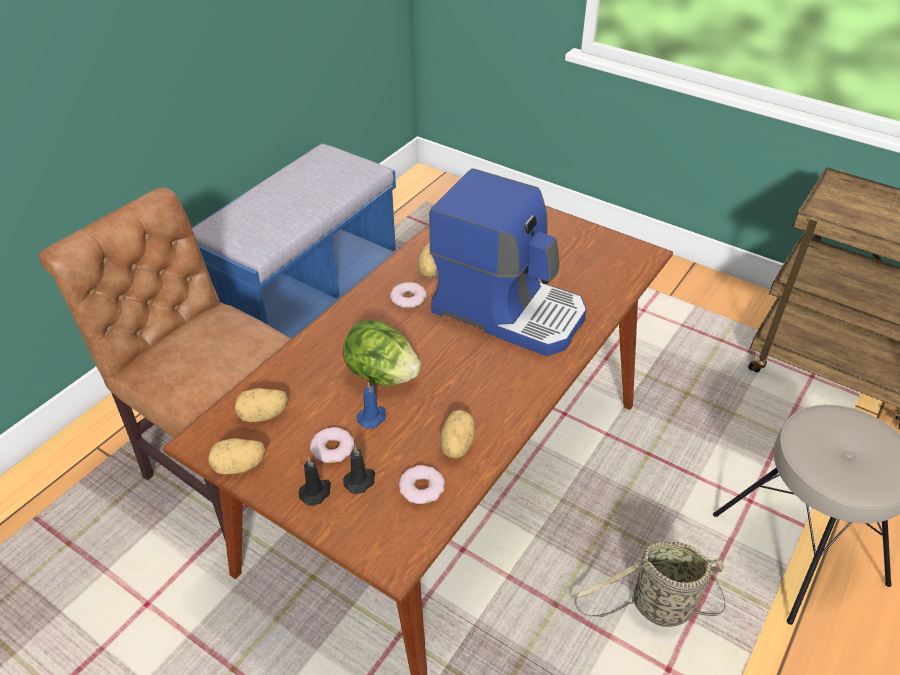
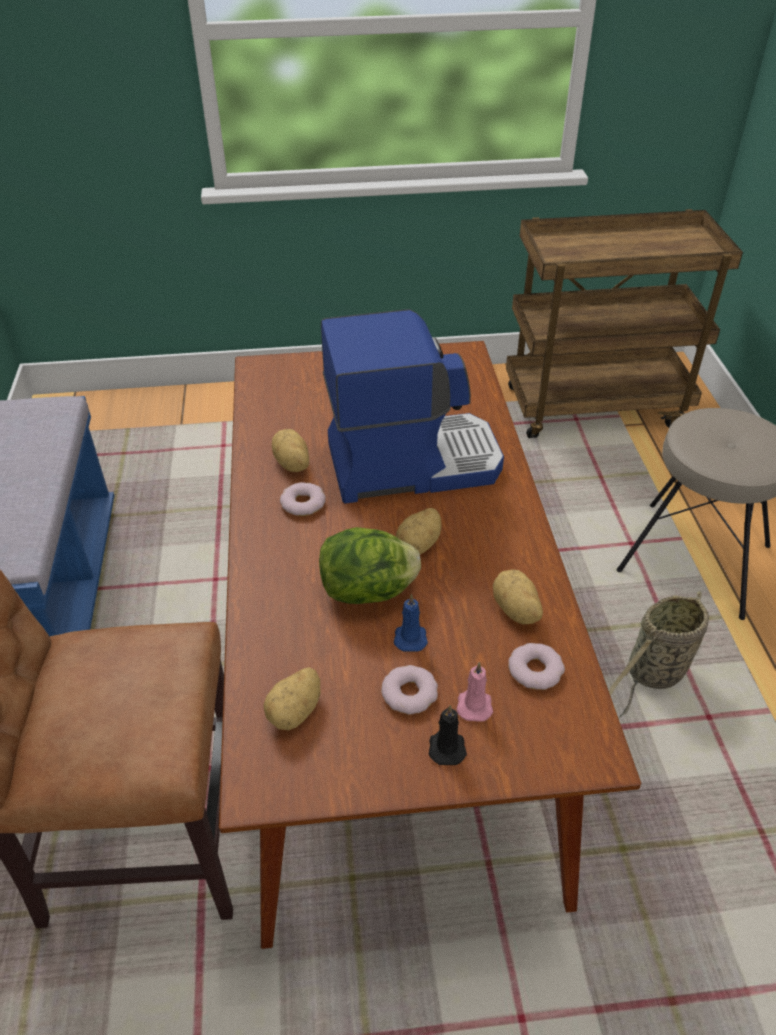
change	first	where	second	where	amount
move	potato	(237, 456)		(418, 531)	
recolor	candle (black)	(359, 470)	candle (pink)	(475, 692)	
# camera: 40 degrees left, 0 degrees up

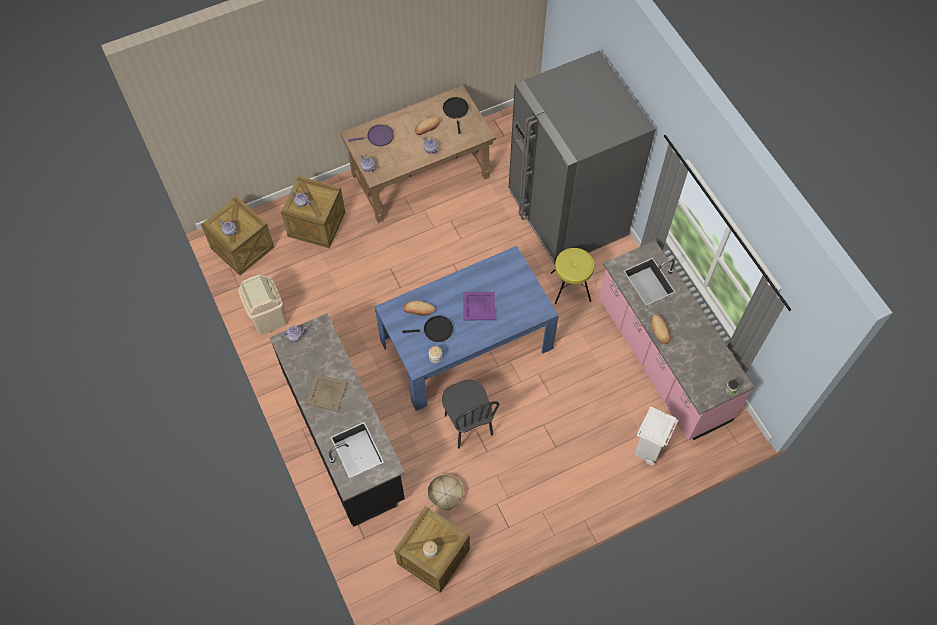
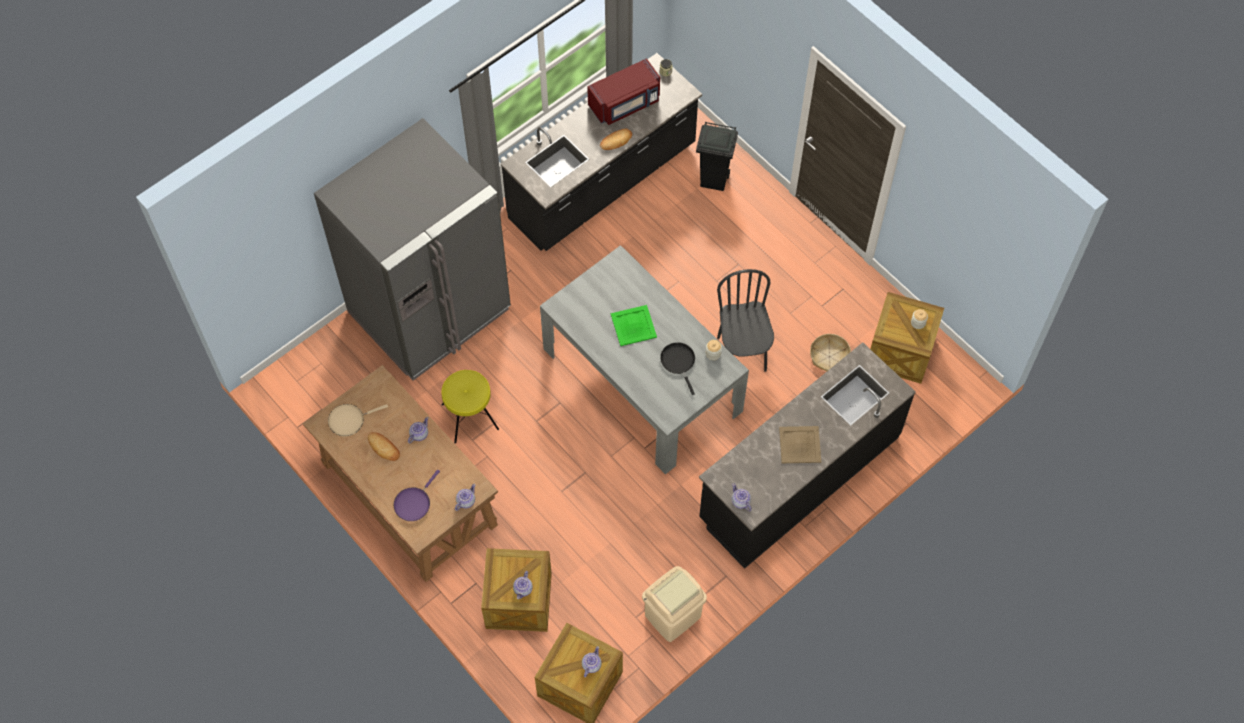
change	first	where	second	where	amount
rotate	frying pan (purple)	(371, 135)		(417, 495)	120 degrees counterclockwise
recolor	dining table (blue)	(467, 328)	dining table (grey)	(644, 360)	
delete	bread	(419, 308)			
rotate	chair (black)	(470, 414)		(745, 320)	60 degrees counterclockwise
recolor	frying pan (black)	(456, 115)	frying pan (beige)	(358, 420)	
recolor	tray (purple)	(479, 306)	tray (green)	(634, 325)	
move	stool (yellow)	(572, 276)		(470, 407)	
recolor	counter (pink)	(677, 340)	counter (black)	(601, 152)	
recolor	trash can (white)	(656, 436)	trash can (black)	(717, 156)	
insert			microwave (red)	(623, 91)	
# camera: 105 degrees left, 0 degrees up

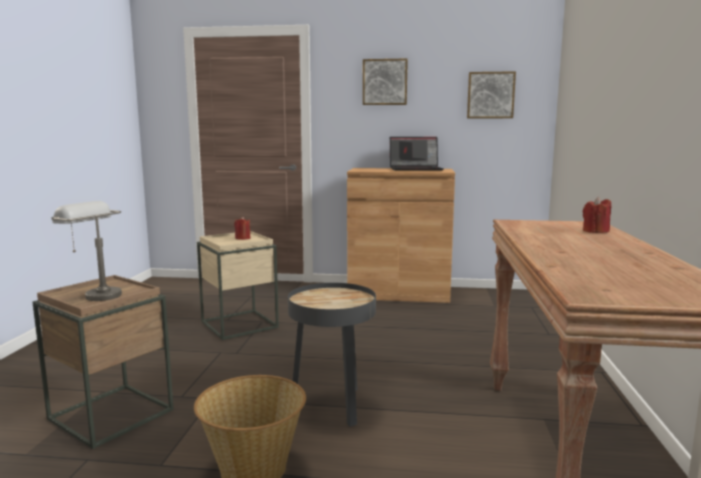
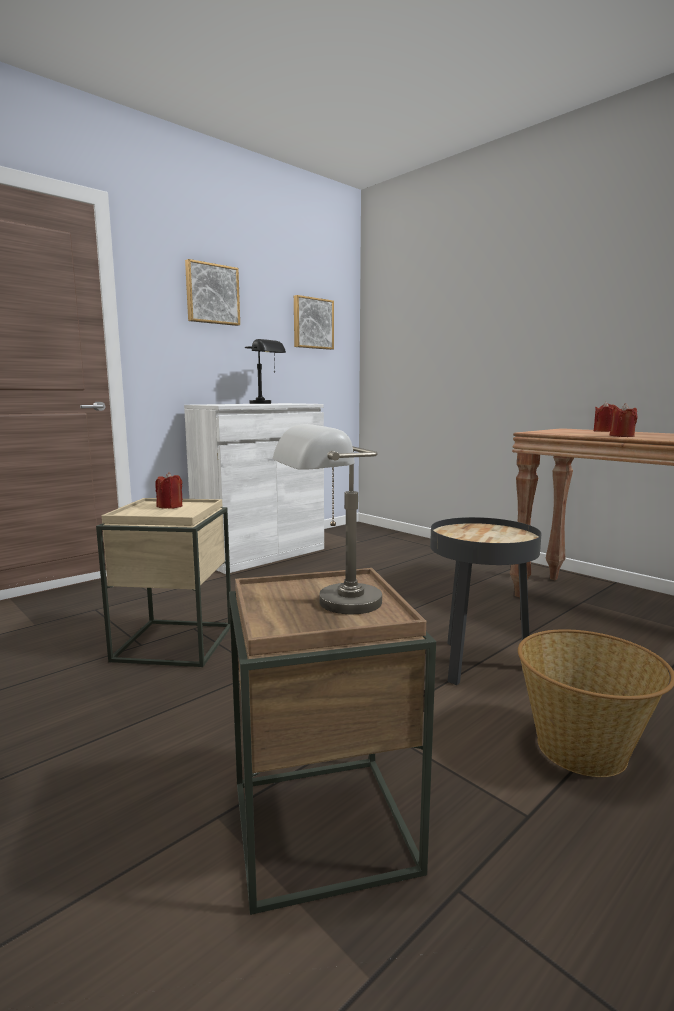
change	first	where	second	where	amount
recolor	cabinet (brown)	(401, 235)	cabinet (white)	(254, 488)	
replace	laptop	(416, 154)	table lamp (black)	(265, 371)	
insert			candle (red)	(623, 420)	
# camera: 50 degrees left, 0 degrees up

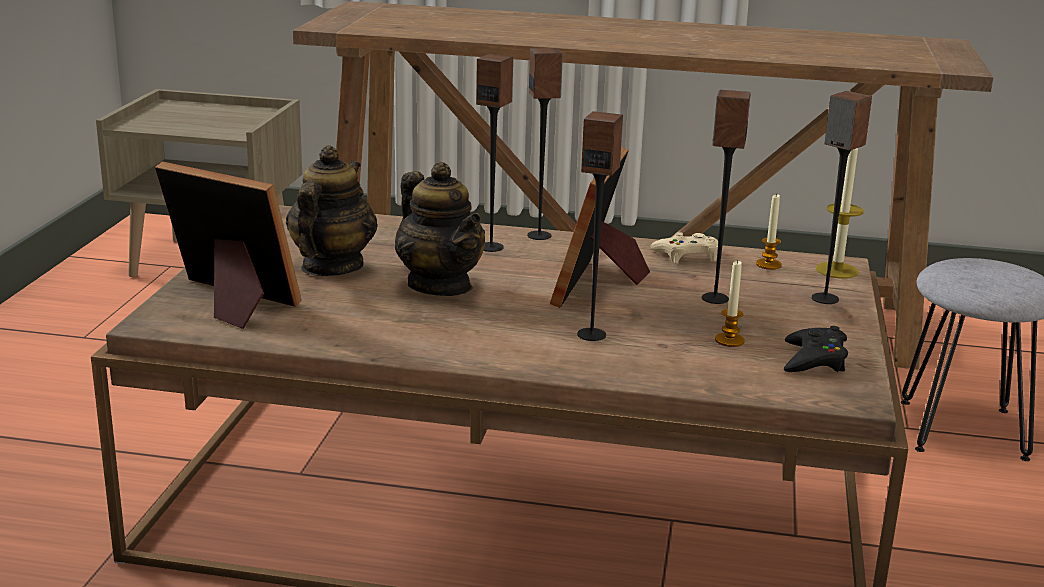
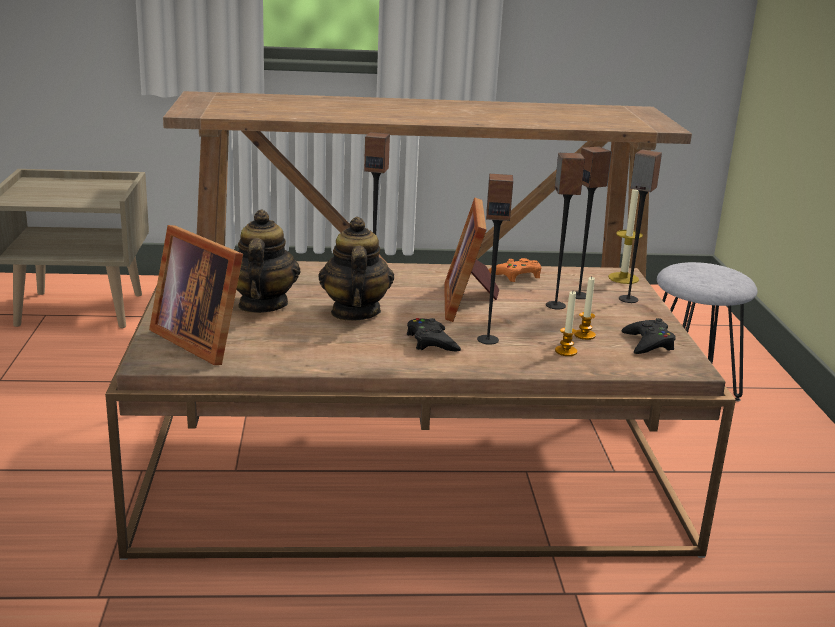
change	first	where	second	where	amount
rotate	picture frame	(228, 245)		(196, 295)	150 degrees counterclockwise
rotate	teapot	(440, 229)		(356, 269)	135 degrees counterclockwise
move	speaker	(545, 144)		(593, 222)	
recolor	game controller (beige)	(684, 248)	game controller (orange)	(515, 270)	
move	candle	(769, 231)		(566, 323)	
insert			game controller (black)	(434, 335)	
# camera: 15 degrees left, 0 degrees up

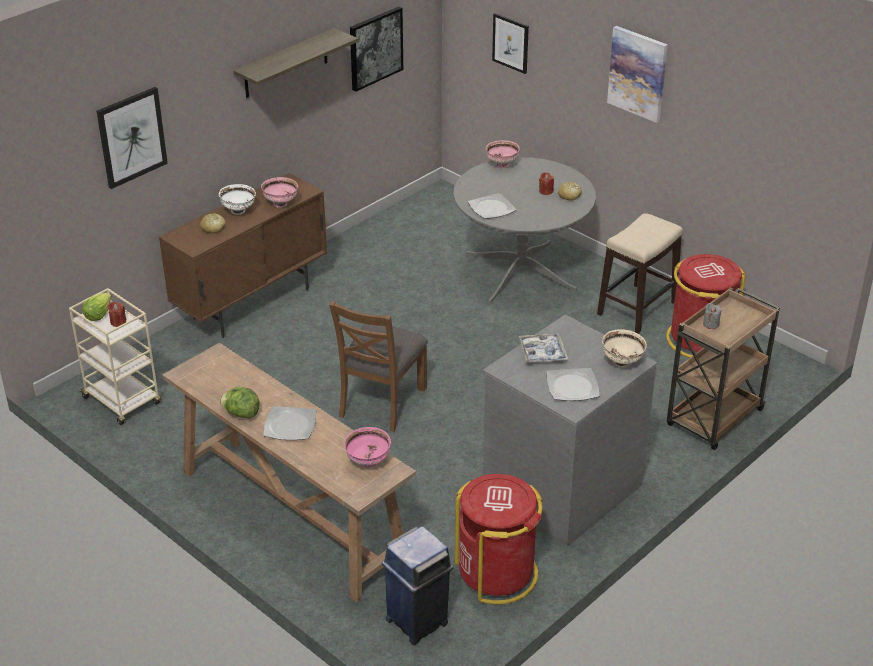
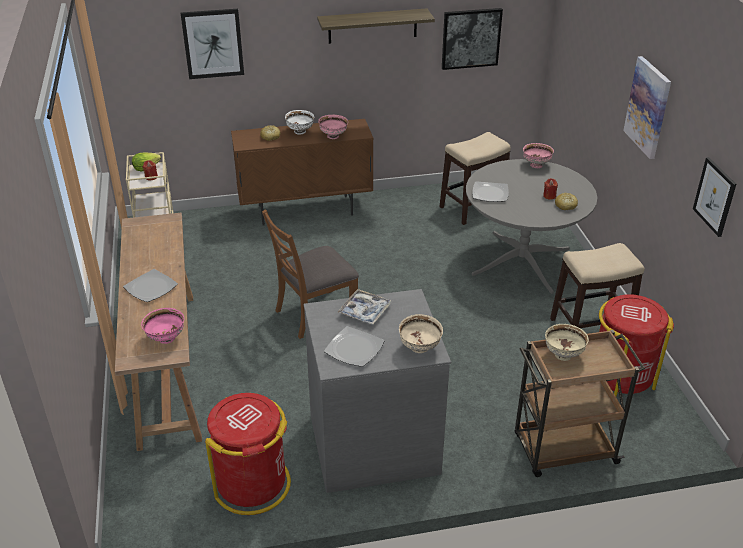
change	first	where	second	where	amount
delete	lettuce	(240, 402)			
delete	trash can (blue)	(417, 585)			
move	picture	(510, 43)		(714, 197)	
replace	candle (grey)	(712, 316)	bowl (beige)	(567, 342)	
insert			stool	(475, 178)	
# camera: 35 degrees right, 0 degrees up

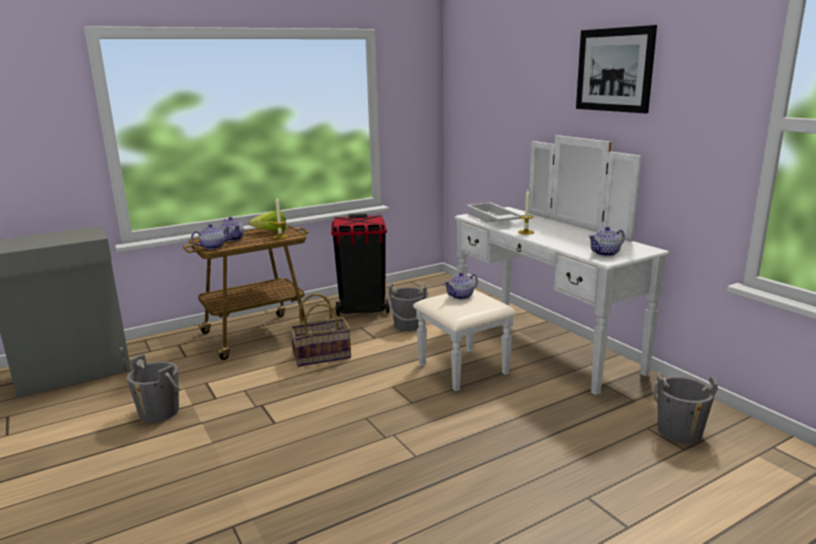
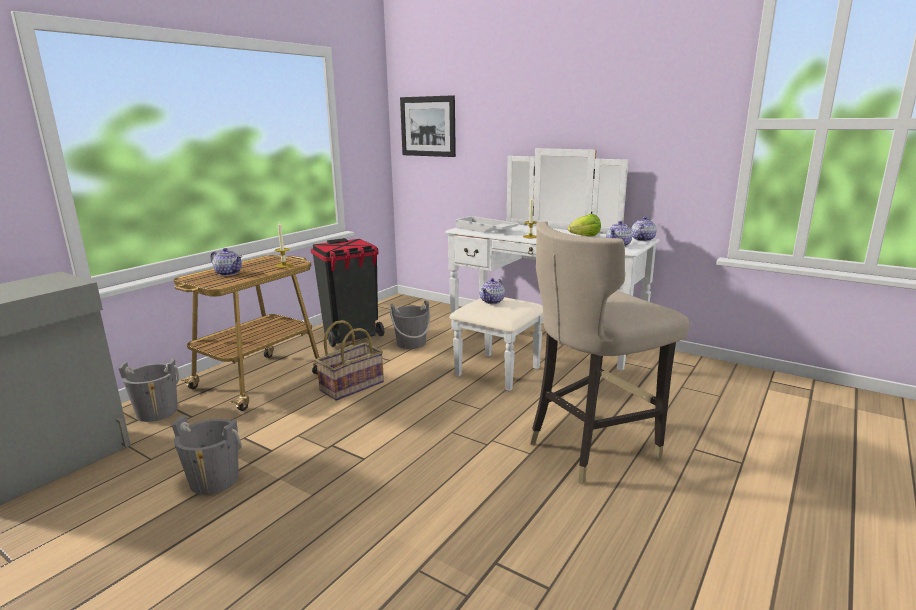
change	first	where	second	where	amount
move	teapot	(211, 237)		(644, 228)	
move	lettuce	(267, 221)		(584, 225)	
move	picture	(616, 69)		(428, 126)	
move	bucket (grey)	(685, 408)		(149, 390)	
insert			stool (beige)	(609, 352)	
# camera: 25 degrees left, 0 degrees up

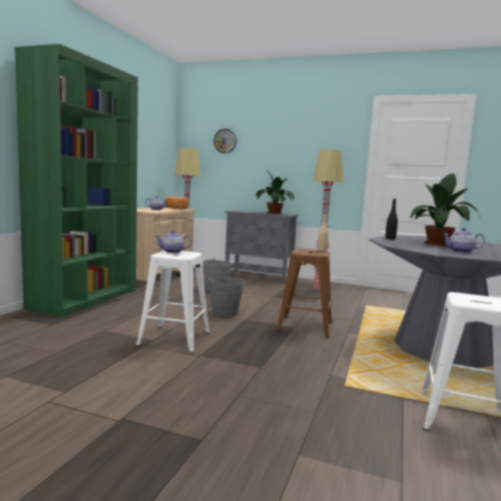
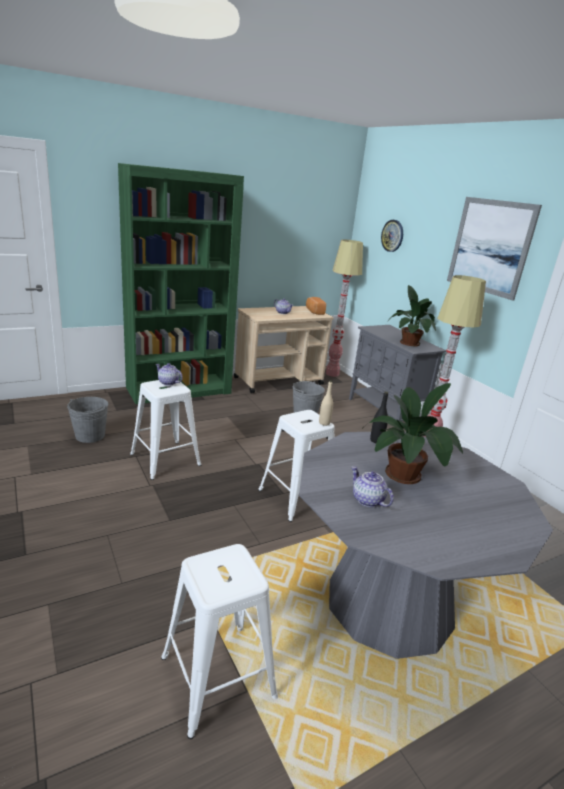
change	first	where	second	where	amount
move	bucket (grey)	(226, 297)		(88, 420)	
recolor	stool (brown)	(304, 293)	stool (white)	(296, 466)	
insert			picture	(494, 248)	
# camera: 40 degrees right, 15 degrees up

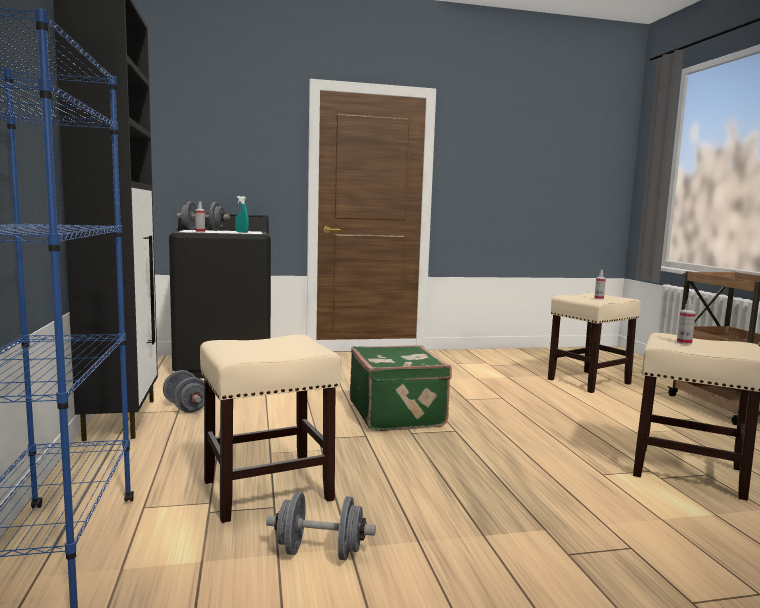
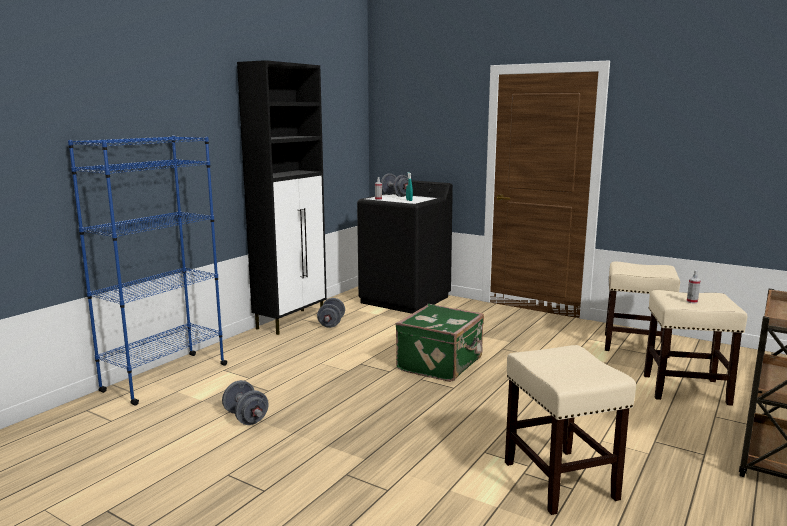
change	first	where	second	where	amount
move	stool (beige)	(270, 429)		(642, 310)	
delete	spray bottle	(686, 322)			
# camera: 45 degrees right, 5 degrees up

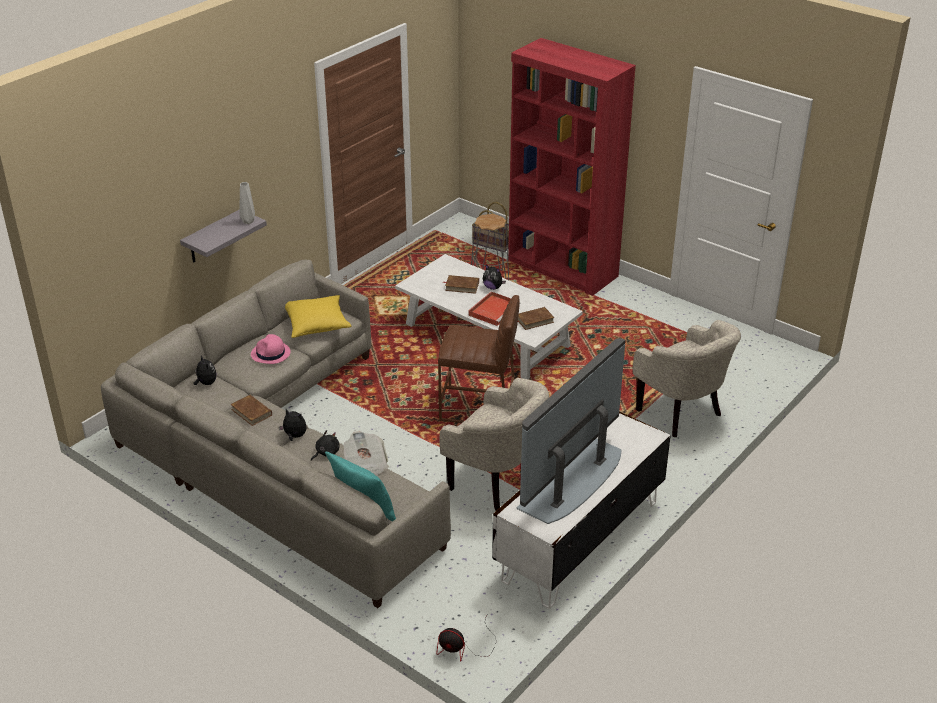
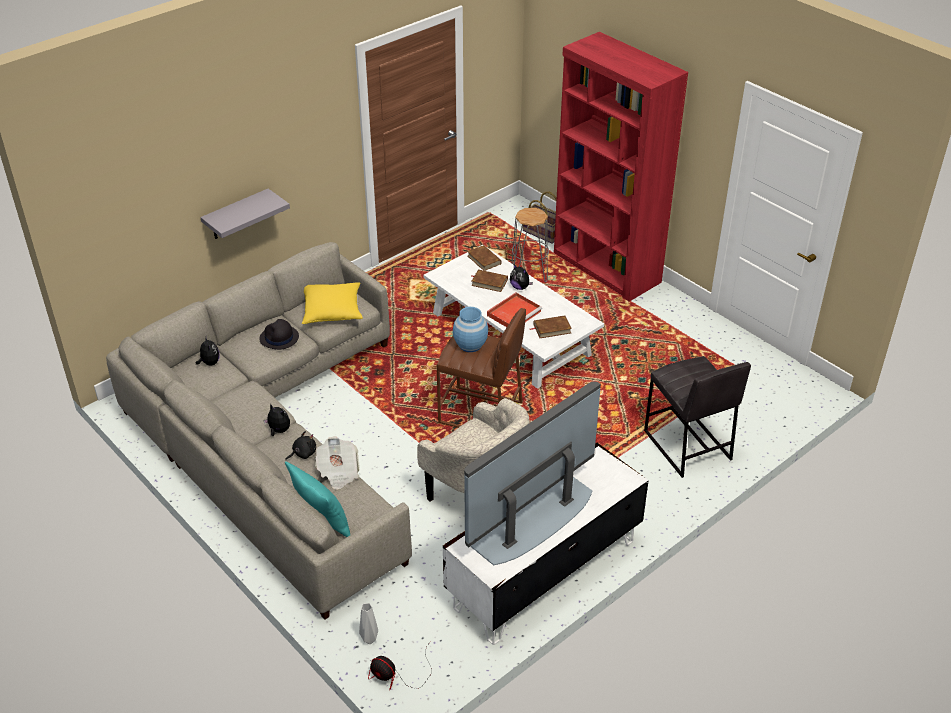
change	first	where	second	where	amount
move	book (brown)	(251, 410)		(484, 258)	
move	vase (grey)	(247, 203)		(368, 623)	
recolor	hat (pink)	(271, 349)	hat (black)	(279, 334)	
replace	armchair (beige)	(687, 378)	stool (grey)	(697, 417)	
insert			vase (blue)	(470, 329)	
# camera: 10 degrees right, 5 degrees up

